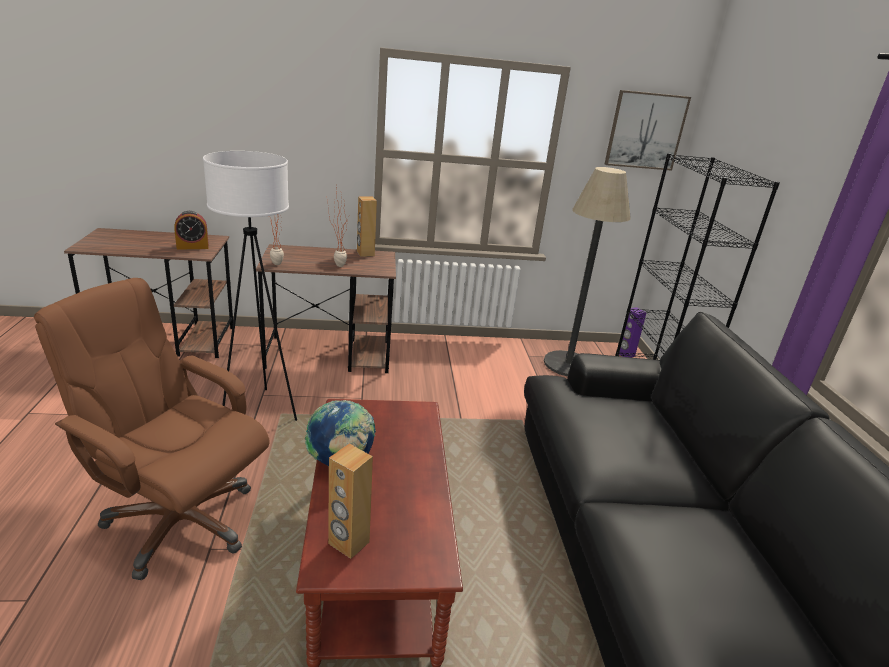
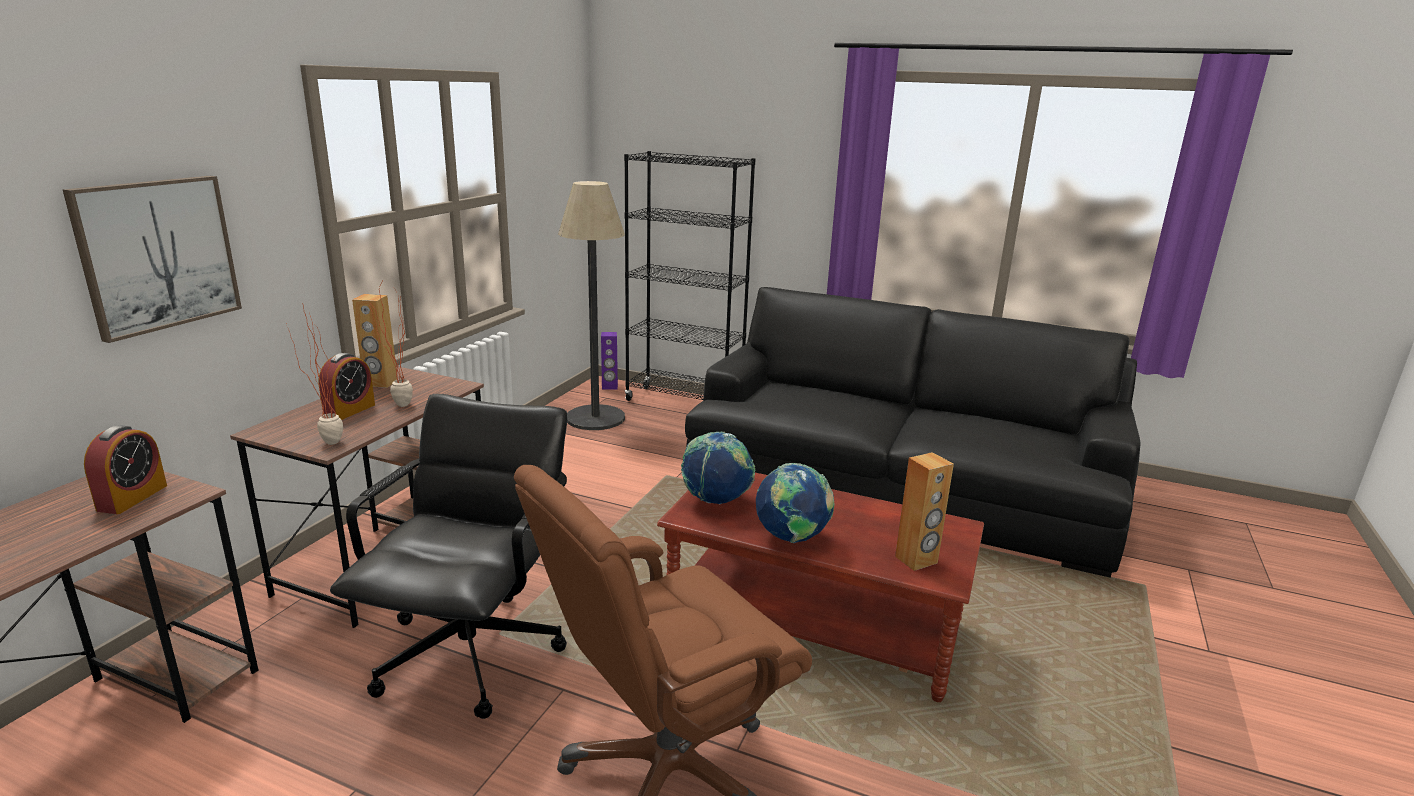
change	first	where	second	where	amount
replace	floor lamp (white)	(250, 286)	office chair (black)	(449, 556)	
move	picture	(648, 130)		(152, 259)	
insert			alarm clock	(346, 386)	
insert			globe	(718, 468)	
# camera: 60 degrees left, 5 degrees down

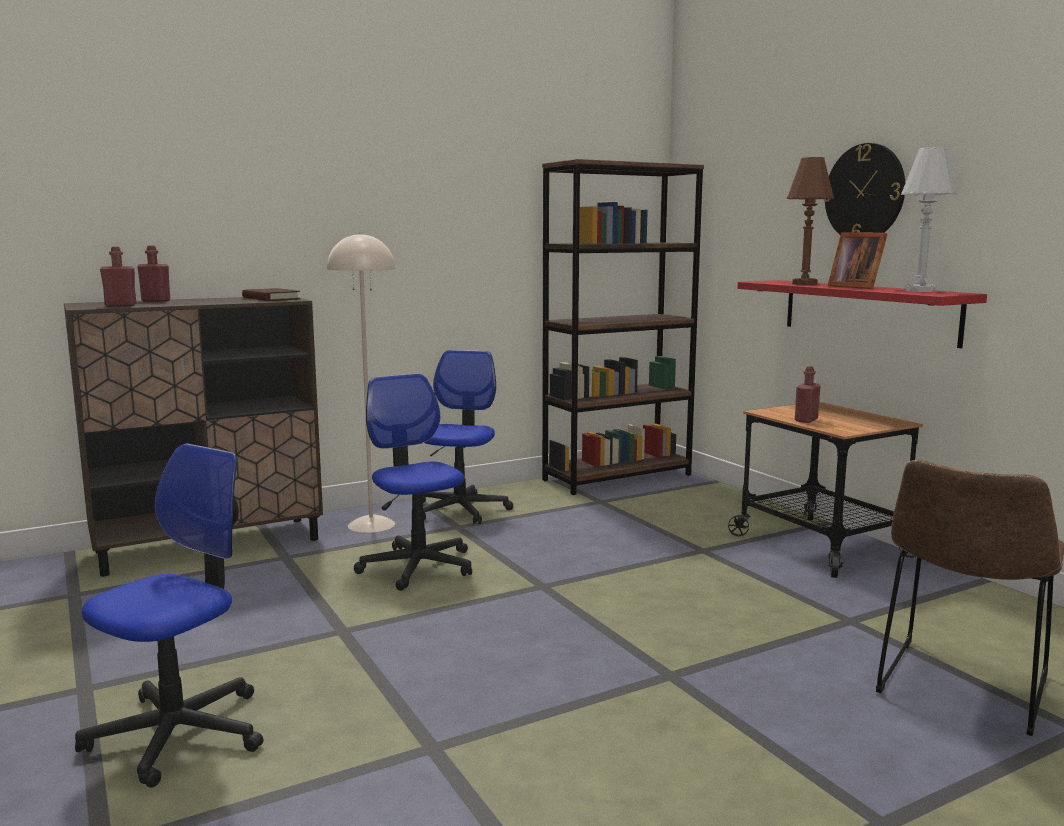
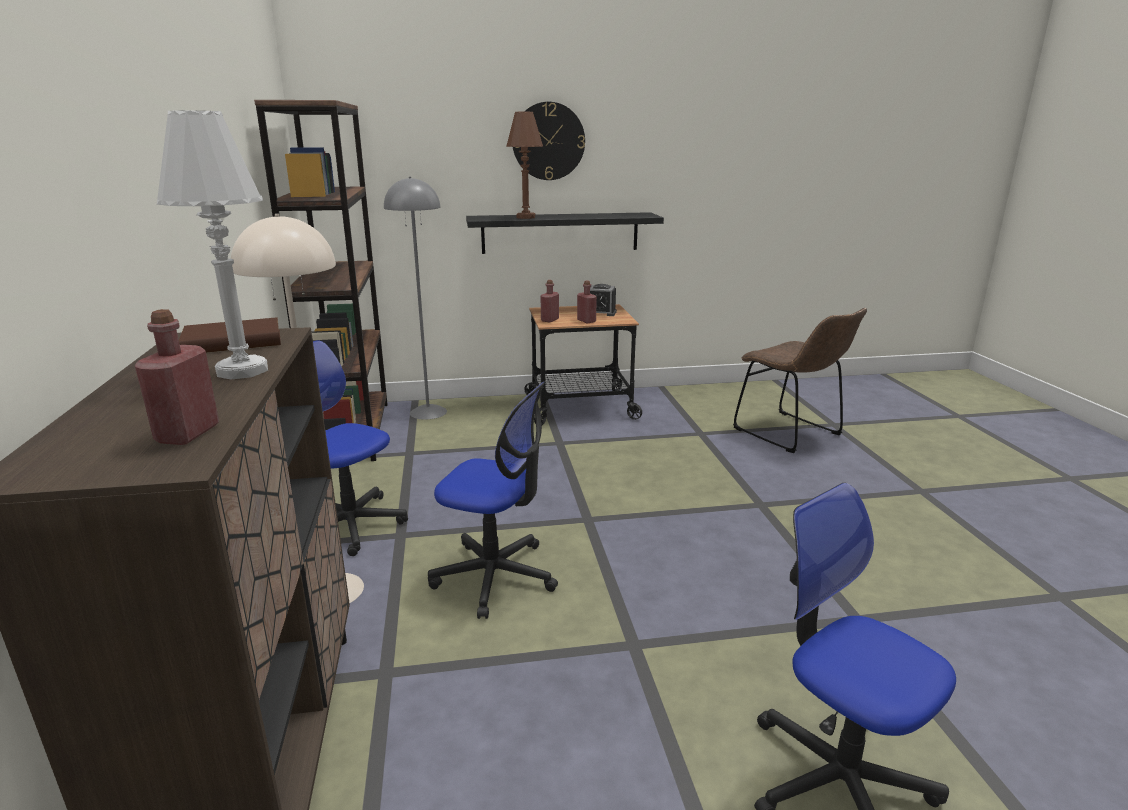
change	first	where	second	where	amount
move	bottle (red)	(153, 274)		(549, 301)	
rotate	office chair	(413, 482)		(493, 500)	150 degrees counterclockwise
recolor	shelf (red)	(862, 314)	shelf (black)	(565, 233)	
delete	picture frame	(858, 261)			
move	table lamp (white)	(929, 219)		(212, 245)	
insert			floor lamp (grey)	(415, 298)	
insert			alarm clock	(603, 300)	
# camera: 70 degrees left, 10 degrees up

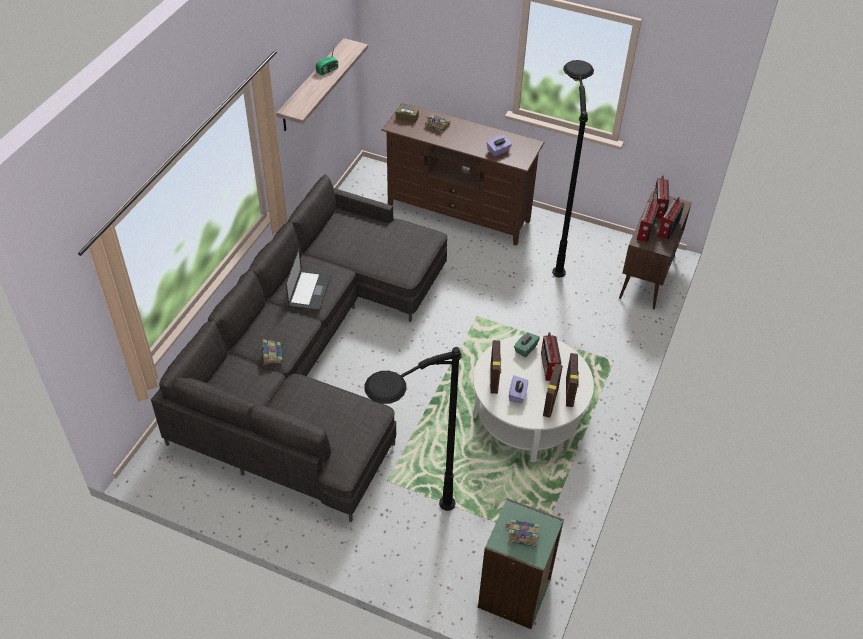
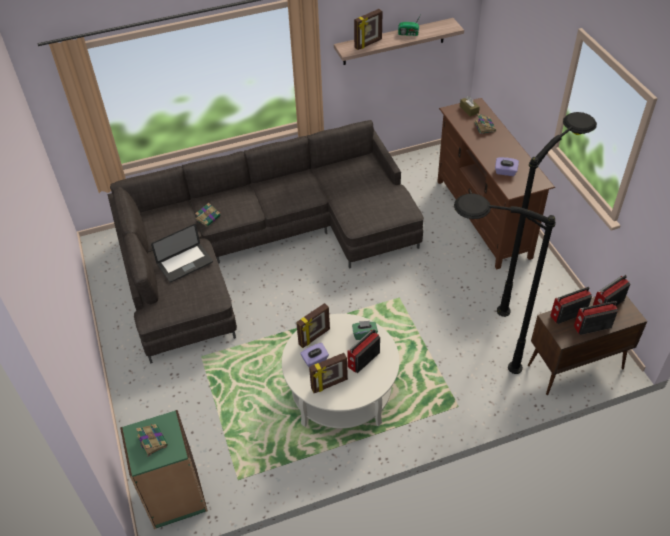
change	first	where	second	where	amount
move	laptop	(308, 279)		(182, 253)	
move	floor lamp (black)	(413, 429)		(505, 283)	
move	picture frame	(572, 380)		(368, 29)	
# camera: 50 degrees right, 0 degrees up

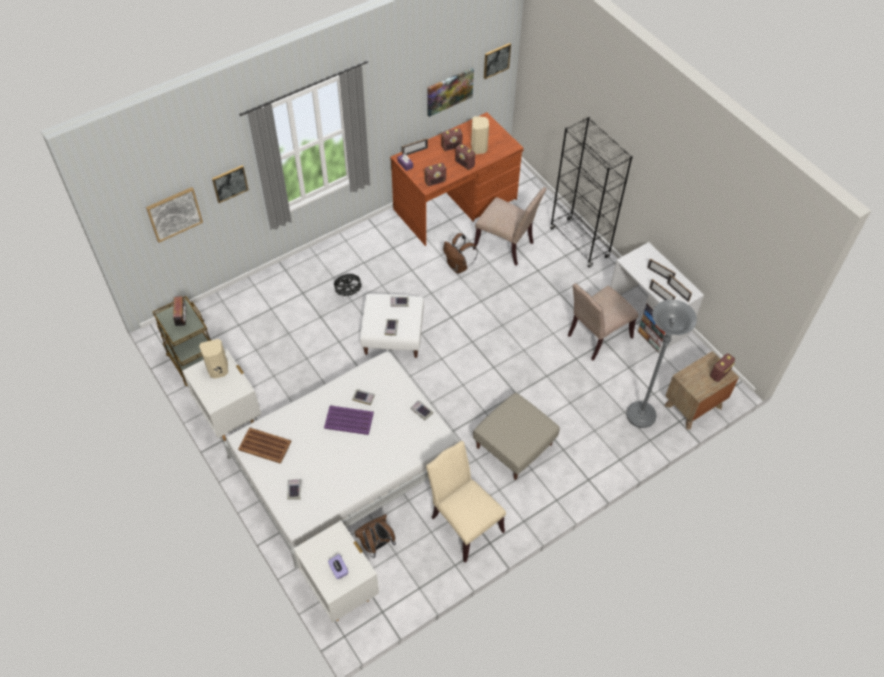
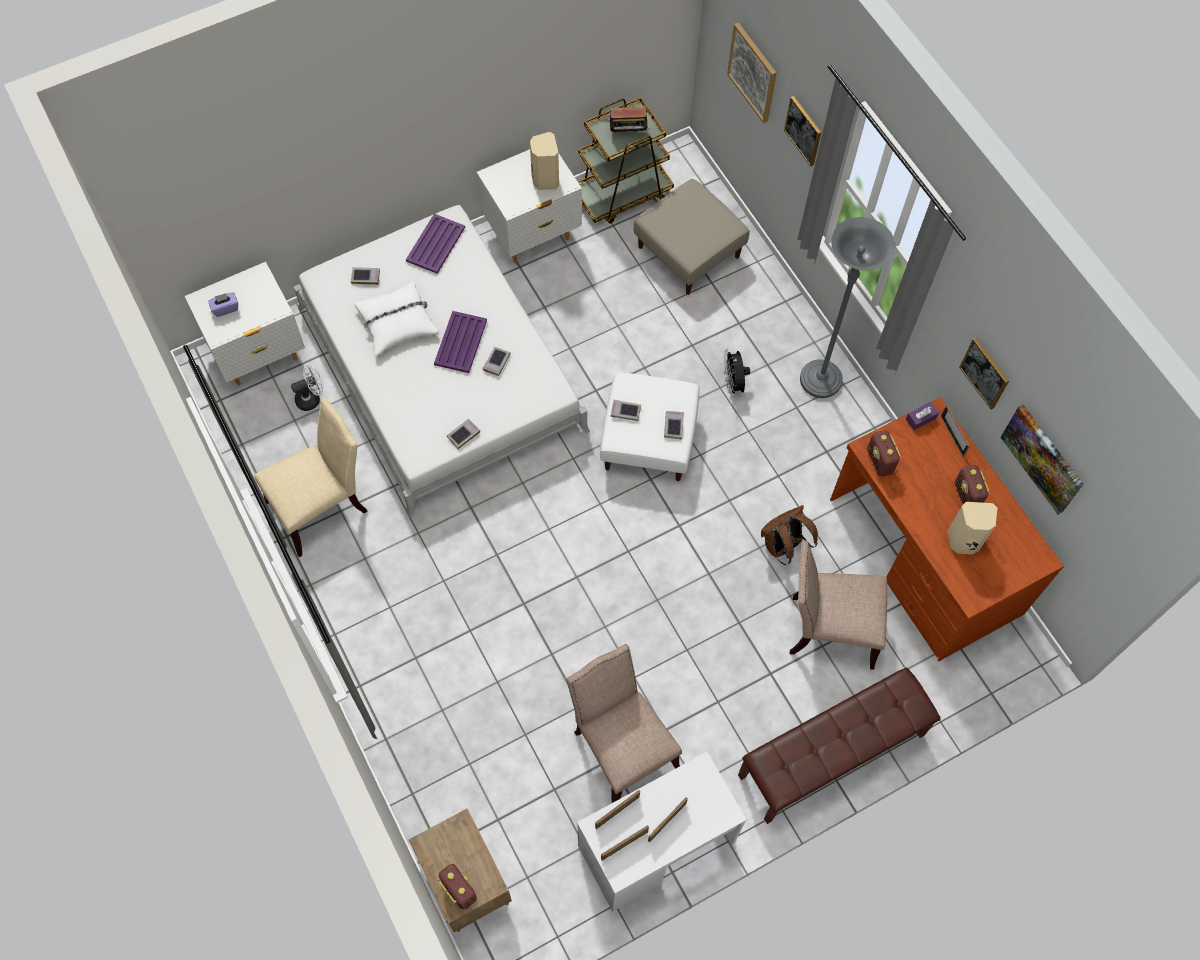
change	first	where	second	where	amount
recolor	tray (brown)	(264, 445)	tray (purple)	(435, 244)	
replace	backpack (brown)	(375, 536)	fan (white)	(307, 388)	
delete	radio	(465, 157)			
rotate	chair (beige)	(510, 226)		(838, 605)	60 degrees clockwise
move	ottoman (beige)	(516, 436)		(692, 237)	
move	picture	(497, 61)		(984, 373)	
replace	bookcase (black)	(591, 192)	bench (brown)	(839, 746)	
move	floor lamp (grey)	(661, 363)		(847, 307)	
insert			pillow (white)	(396, 319)	
# camera: 95 degrees right, 10 degrees up

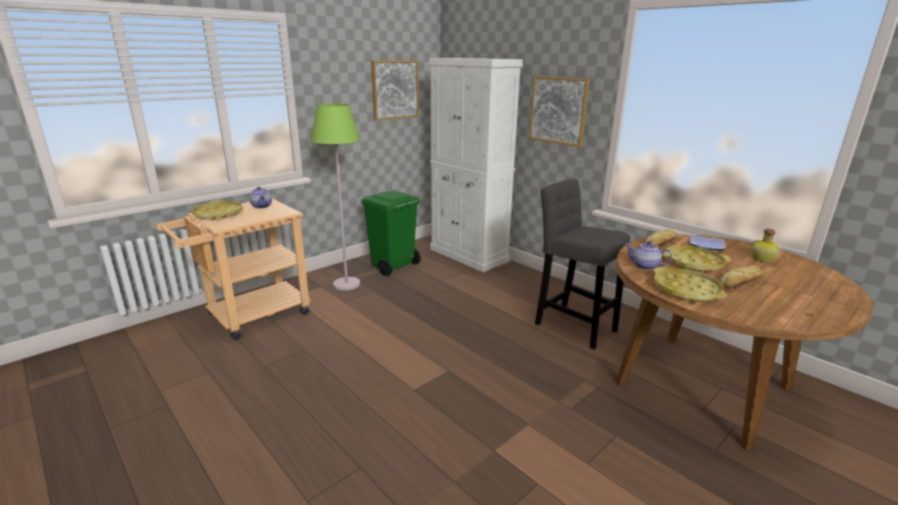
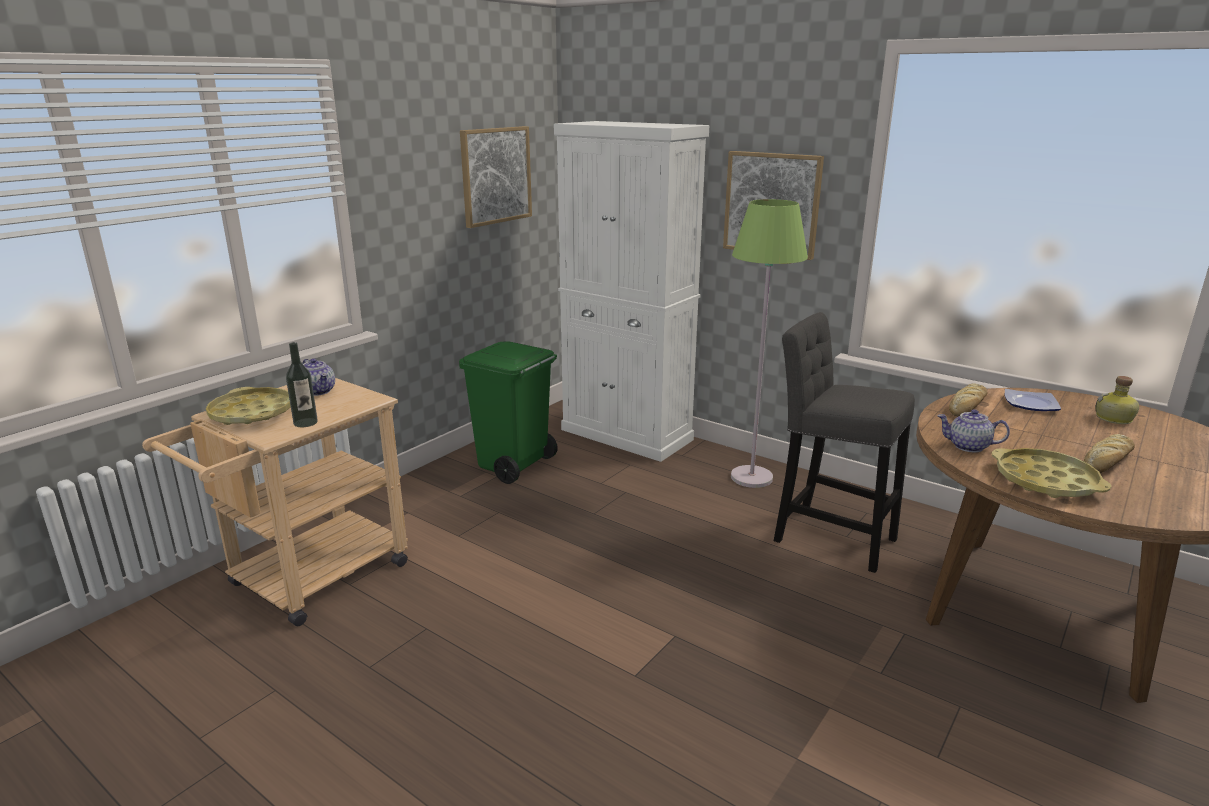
change	first	where	second	where	amount
move	floor lamp (green)	(335, 197)		(769, 343)	
delete	tray (yellow)	(696, 258)			
insert			bottle	(302, 384)	
# camera: 10 degrees left, 0 degrees up

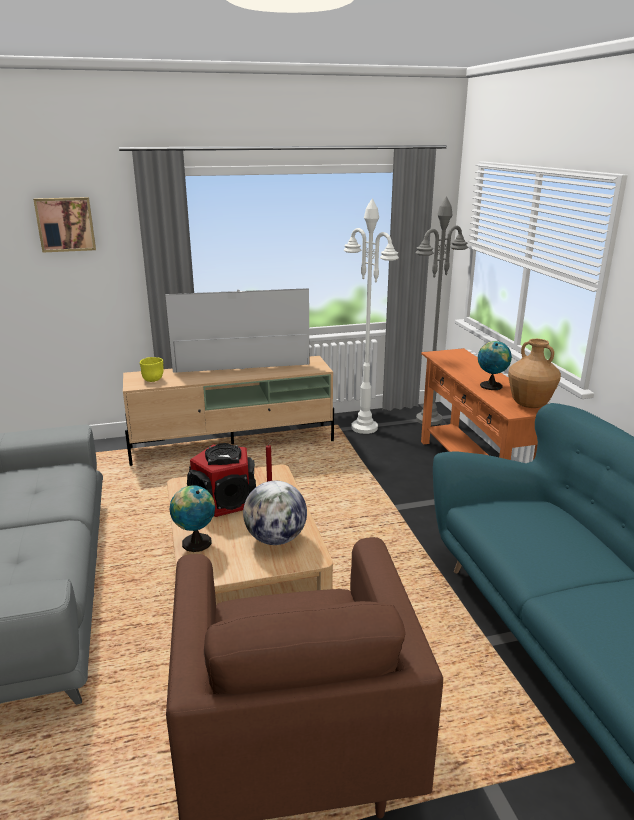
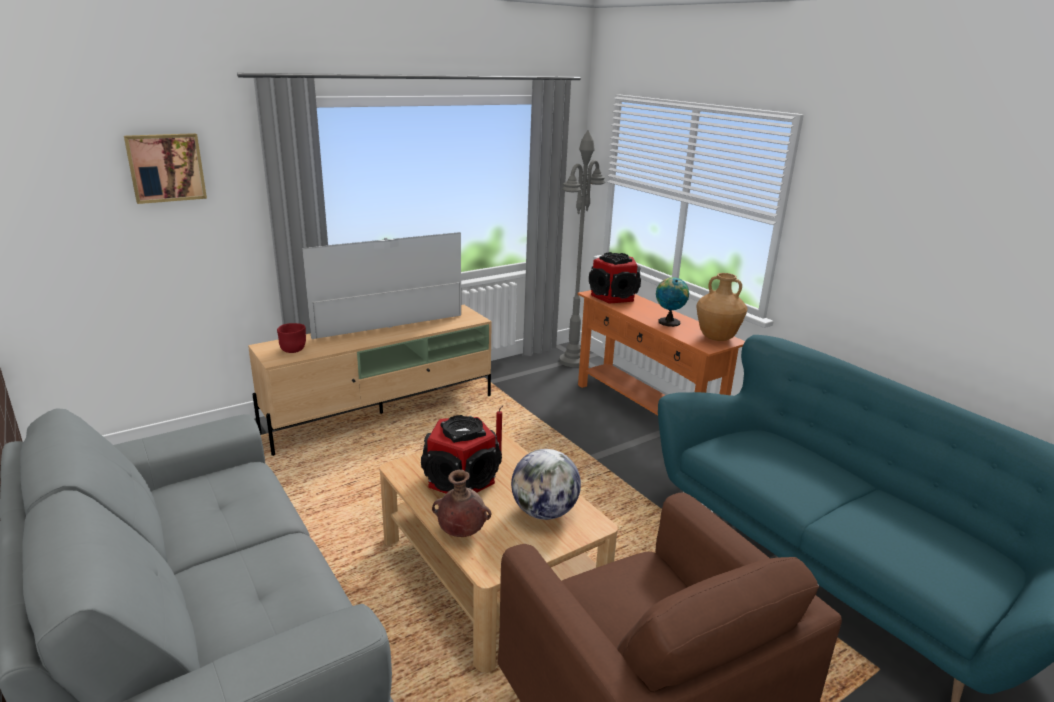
change	first	where	second	where	amount
recolor	bowl (yellow)	(152, 369)	bowl (red)	(291, 338)	
replace	globe	(192, 518)	vase (brown)	(461, 503)	
delete	floor lamp (white)	(371, 316)			
insert			speaker	(615, 278)	
# camera: 20 degrees left, 0 degrees up

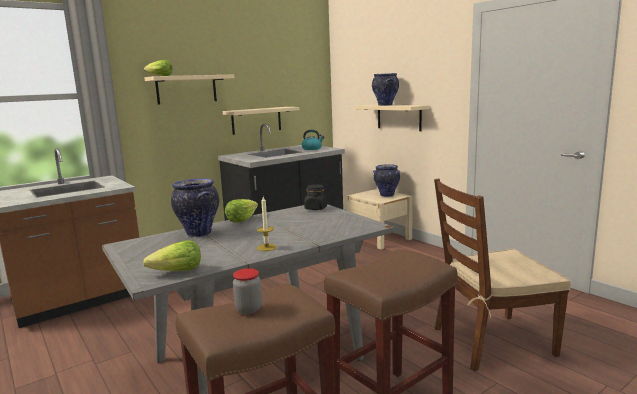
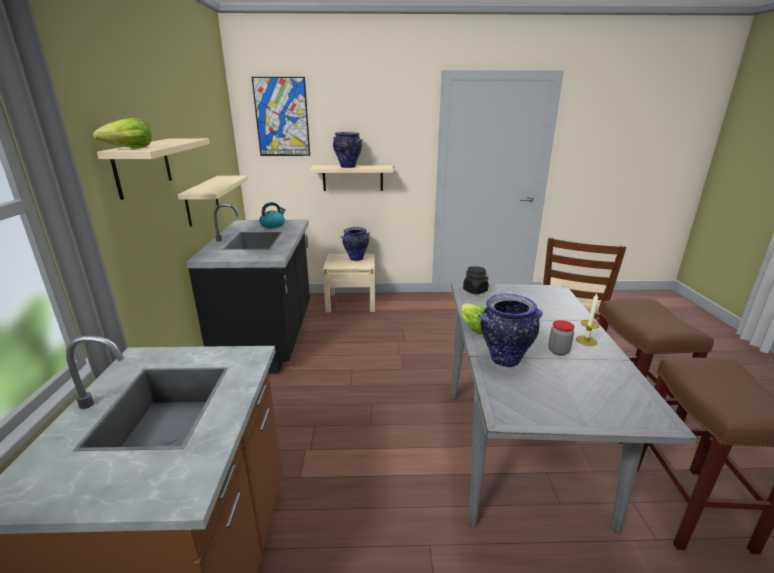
change	first	where	second	where	amount
delete	lettuce	(172, 255)			
move	jar	(247, 291)		(561, 338)	
insert			picture	(281, 116)	
# camera: 55 degrees left, 10 degrees up

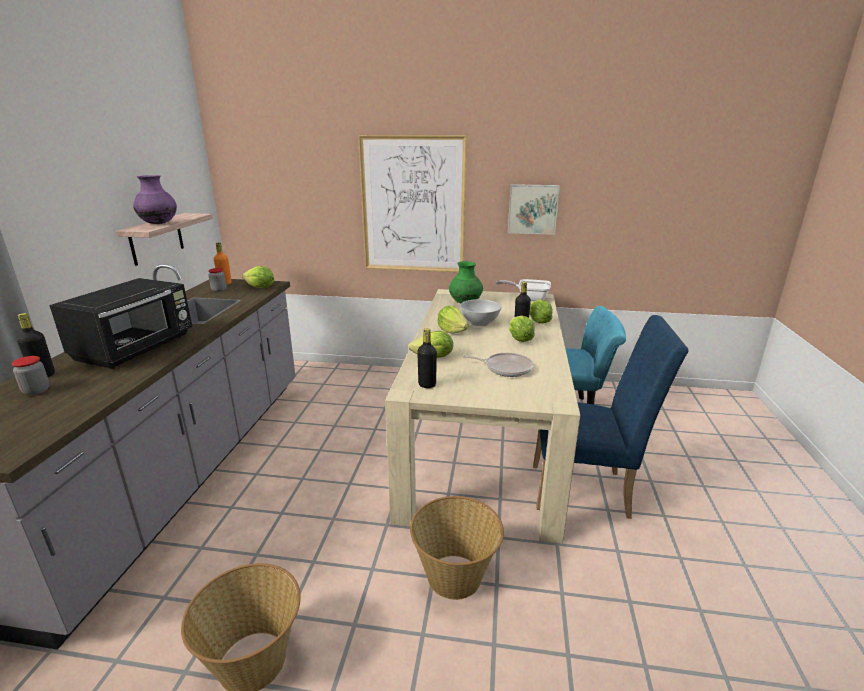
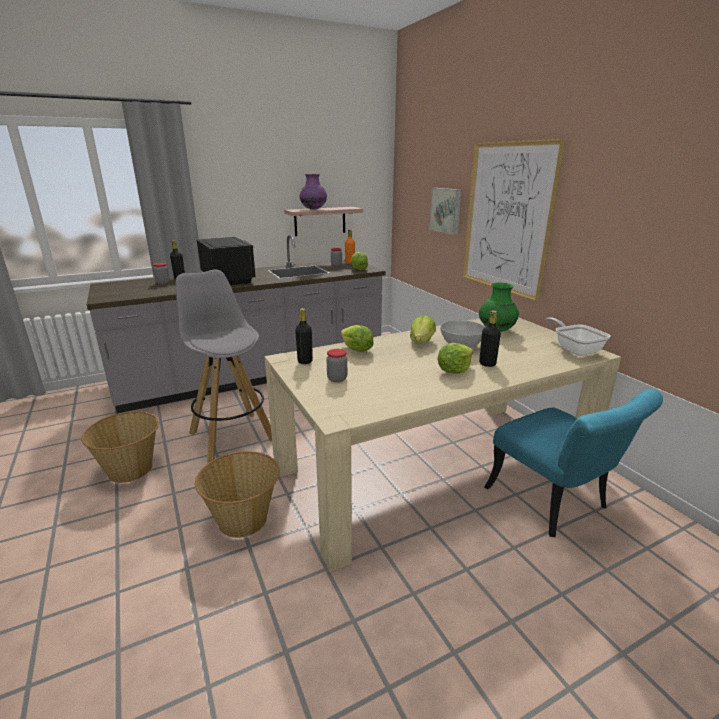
change	first	where	second	where	amount
rotate	microwave (black)	(120, 323)		(226, 261)	105 degrees counterclockwise
delete	frying pan	(498, 365)			
move	picture	(534, 209)		(445, 211)	
delete	lettuce	(541, 312)			
delete	chair (blue)	(611, 417)			
insert			stool (grey)	(224, 366)	
insert			jar	(336, 365)	
# camera: 55 degrees right, 0 degrees up

